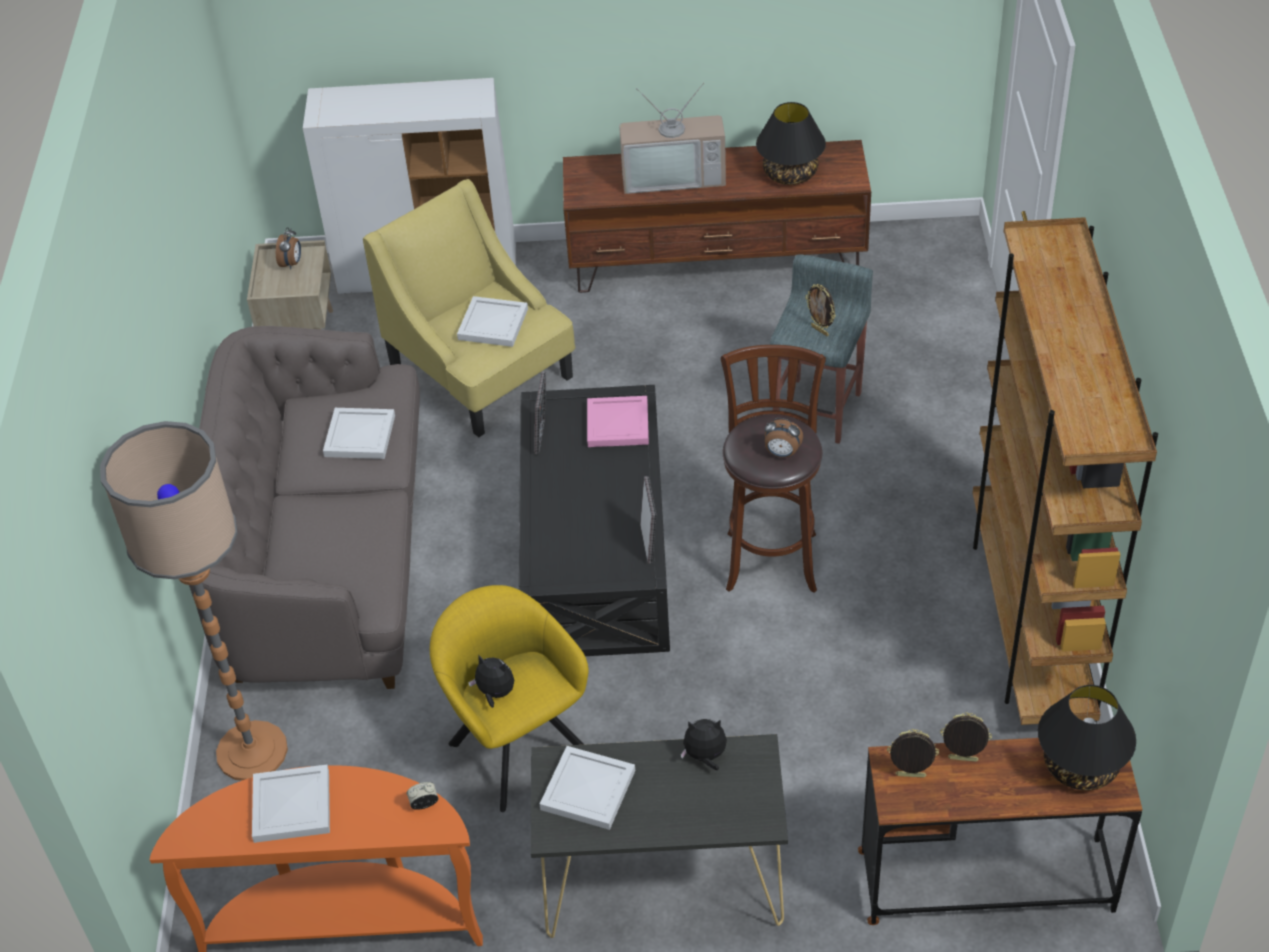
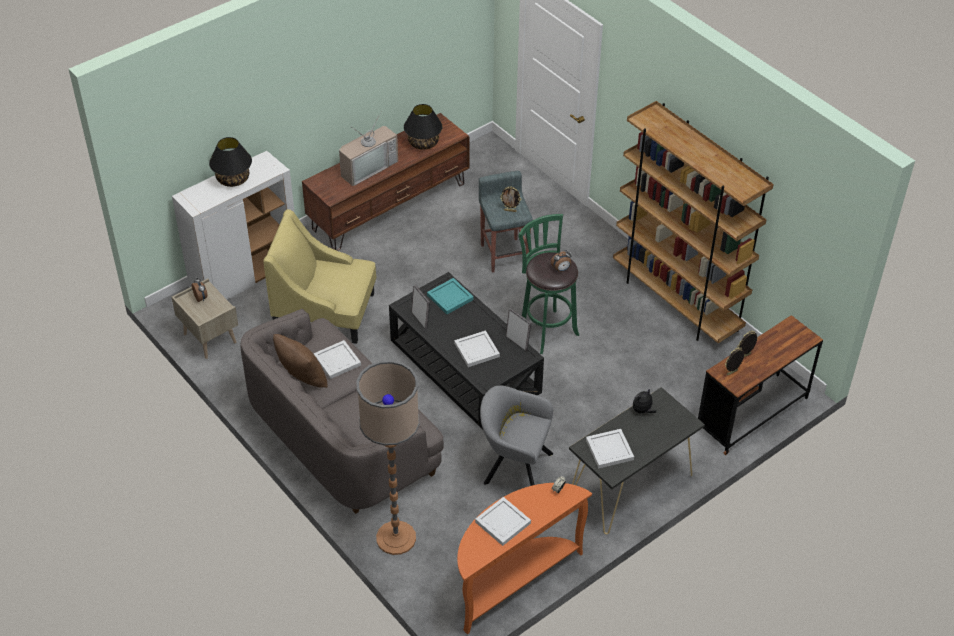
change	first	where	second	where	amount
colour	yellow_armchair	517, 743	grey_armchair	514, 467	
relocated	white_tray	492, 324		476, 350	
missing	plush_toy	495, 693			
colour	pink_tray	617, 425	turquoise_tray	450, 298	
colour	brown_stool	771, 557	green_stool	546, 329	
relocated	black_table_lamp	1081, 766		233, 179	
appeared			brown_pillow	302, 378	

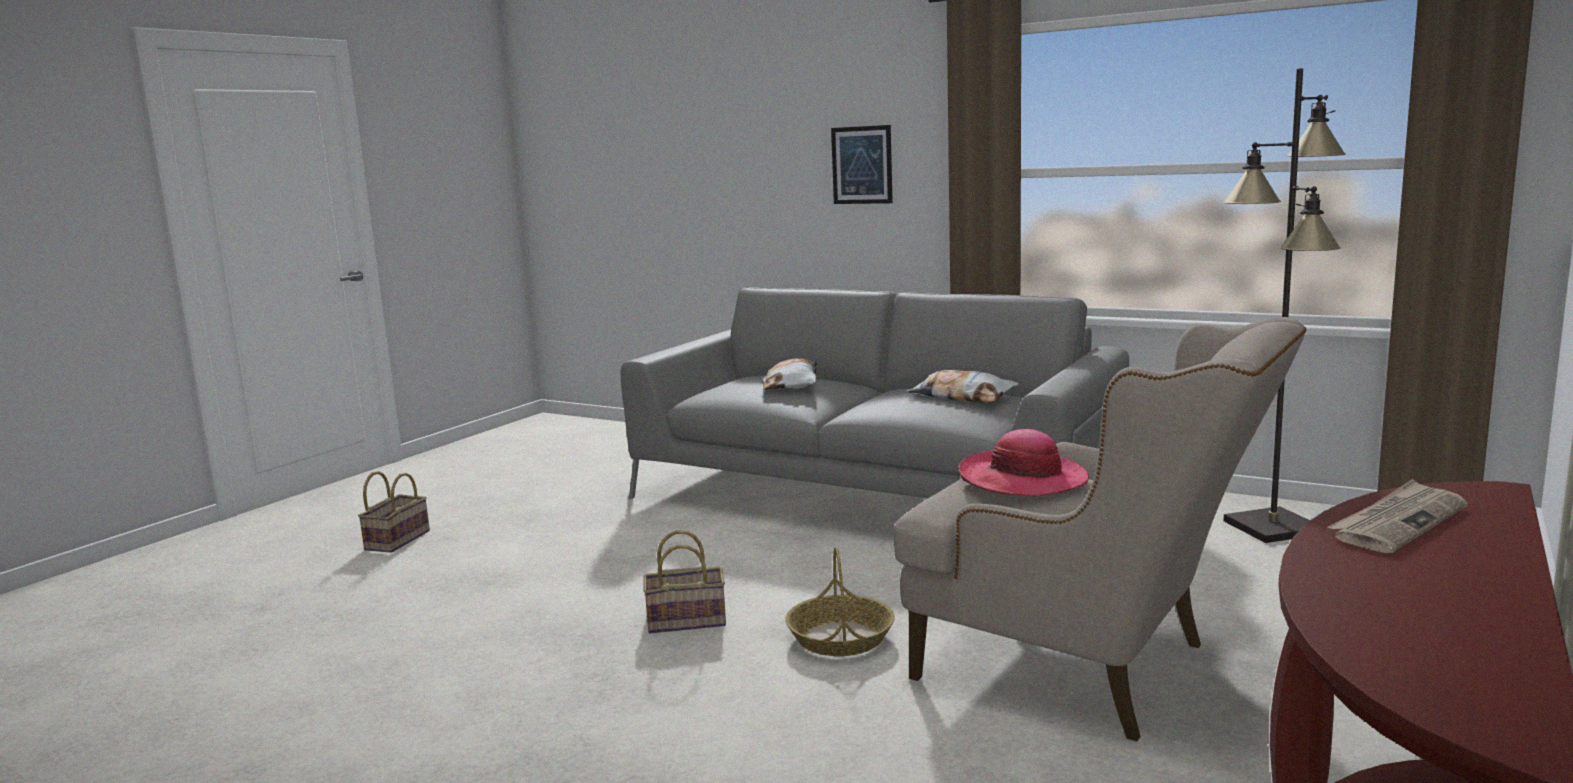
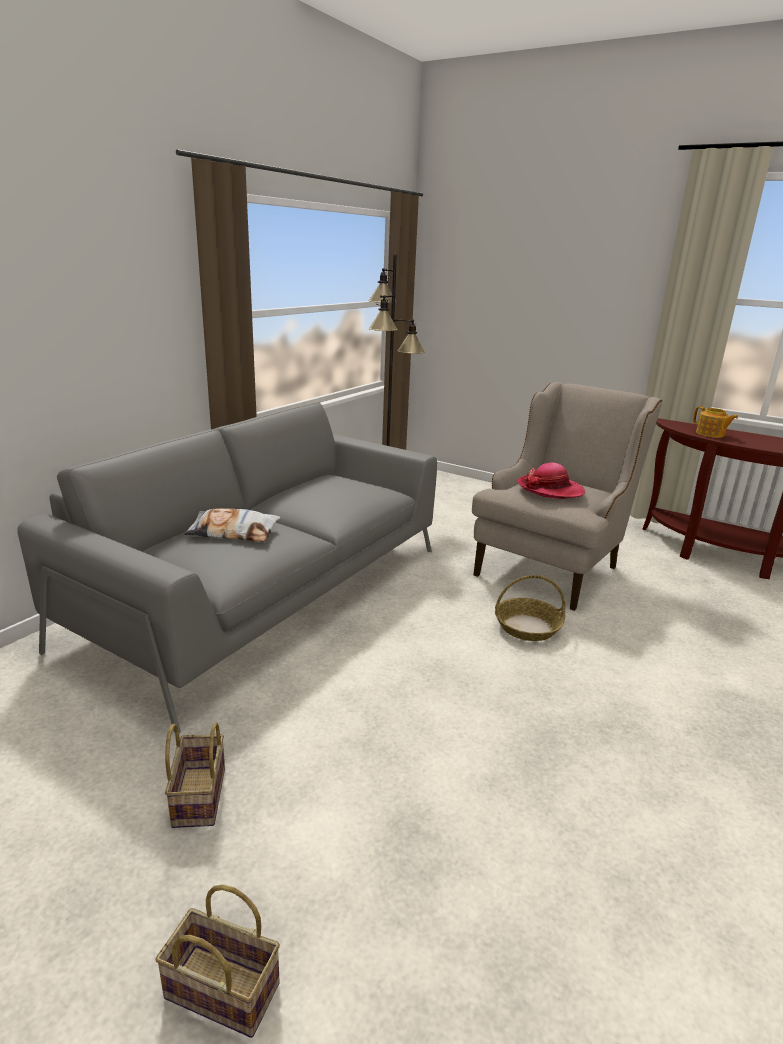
change	first	where	second	where	amount
relocated	basket	688, 620		198, 795	
missing	picture	862, 165			
missing	pillow	962, 396			
exchanged	newspaper	1398, 522	teapot	710, 434	

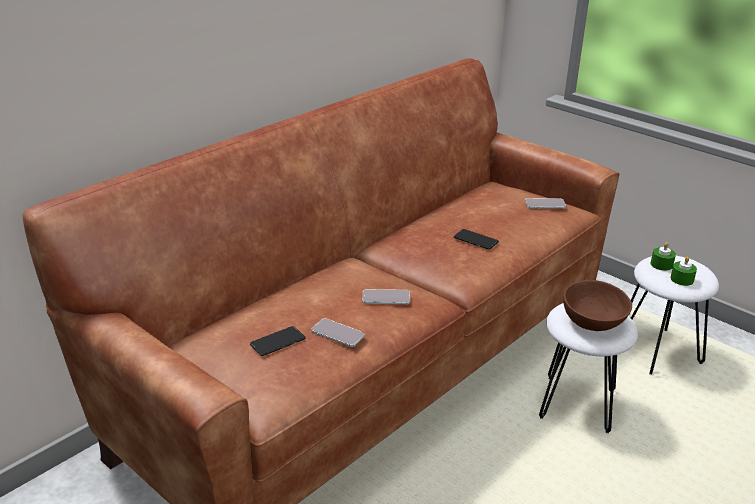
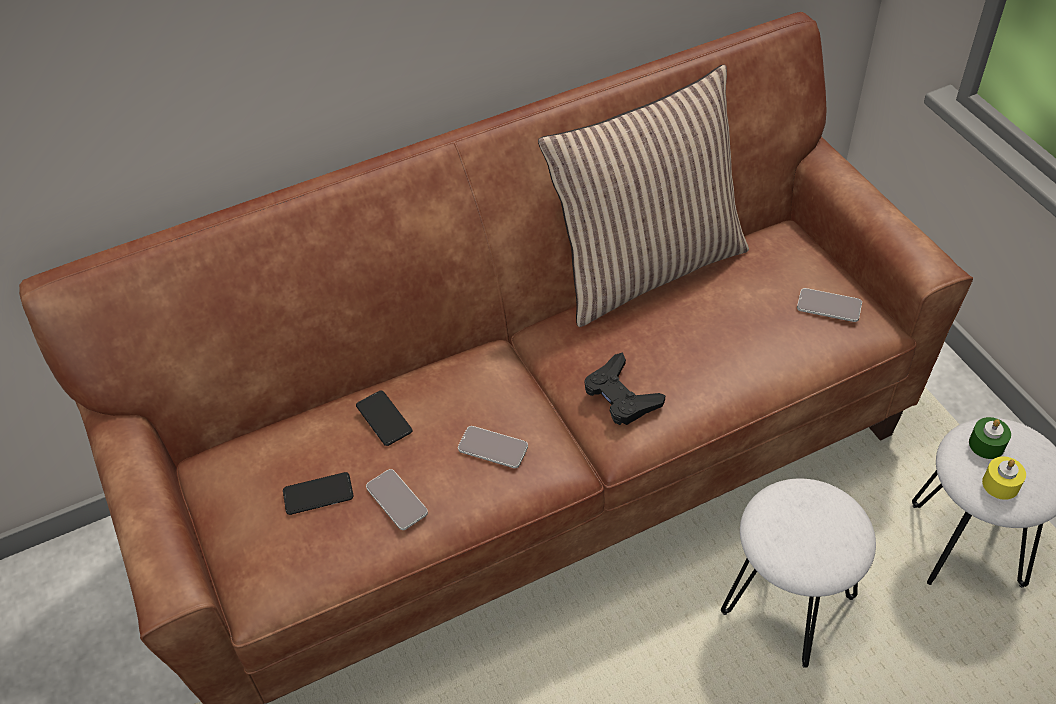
change	first	where	second	where	amount
relocated	phone	475, 240		384, 418	
missing	brown_bowl	592, 321			
colour	green_candle	682, 279	yellow_candle	1000, 484	
appeared			pillow	647, 266	
appeared			black_game_controller	621, 396	

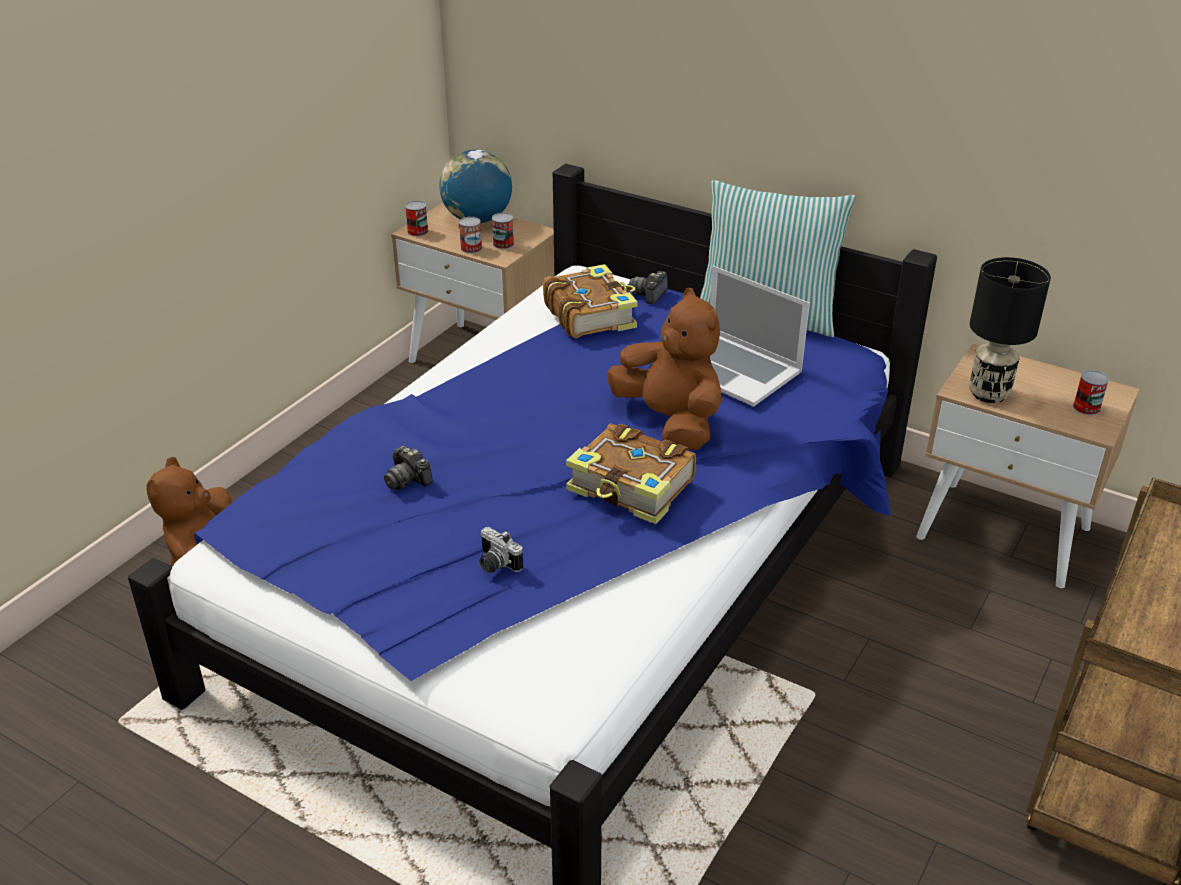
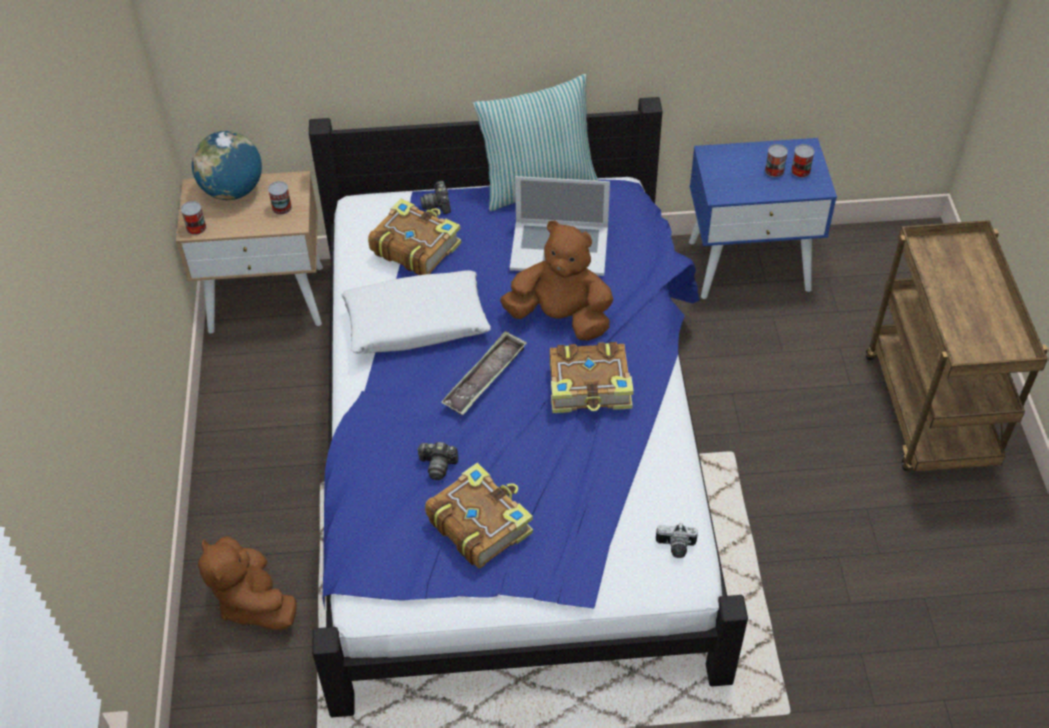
change	first	where	second	where	amount
relocated	can	471, 248		774, 170	
relocated	photo_camera	495, 564		675, 547	
colour	beige_nightstand	1004, 532	blue_nightstand	749, 265	
missing	black_table_lamp	989, 394			
appeared			white_pillow	416, 323	
appeared			book	479, 523	
appeared			tray	485, 377	

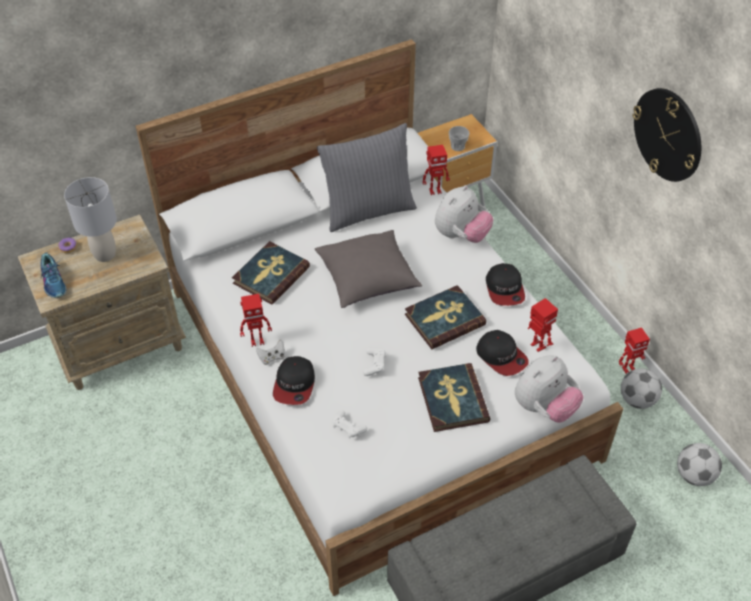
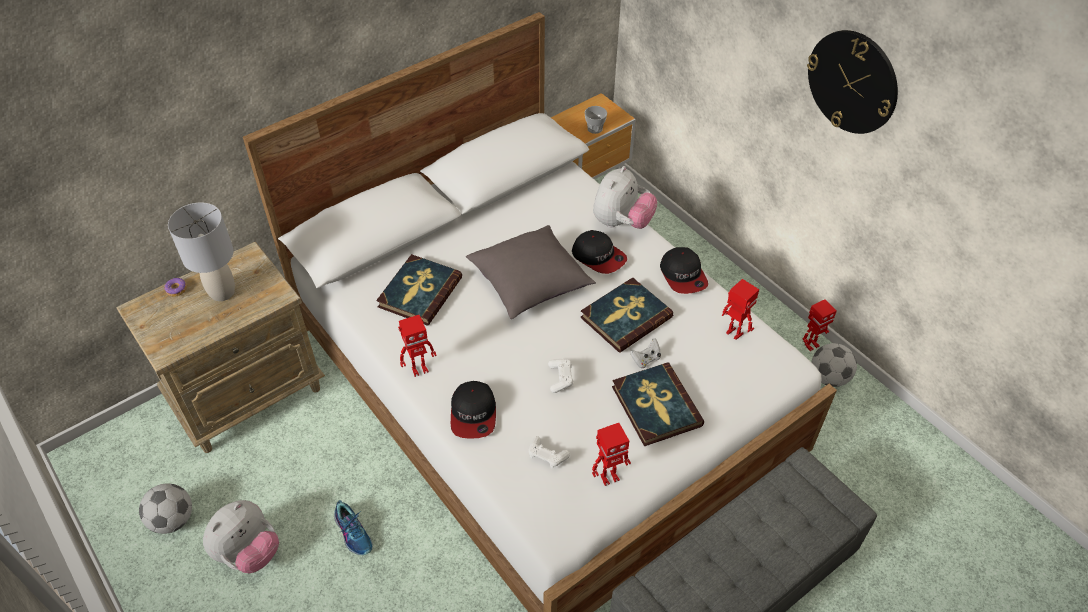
change	first	where	second	where	amount
relocated	shoe	54, 281		354, 532	
relocated	white_game_controller	272, 357		646, 359	
missing	grey_pillow	368, 210			
relocated	toy_robot	435, 191		609, 477	
relocated	cap	501, 356		599, 256	
relocated	plush_toy	544, 407		248, 552	
relocated	football	694, 475		172, 520	

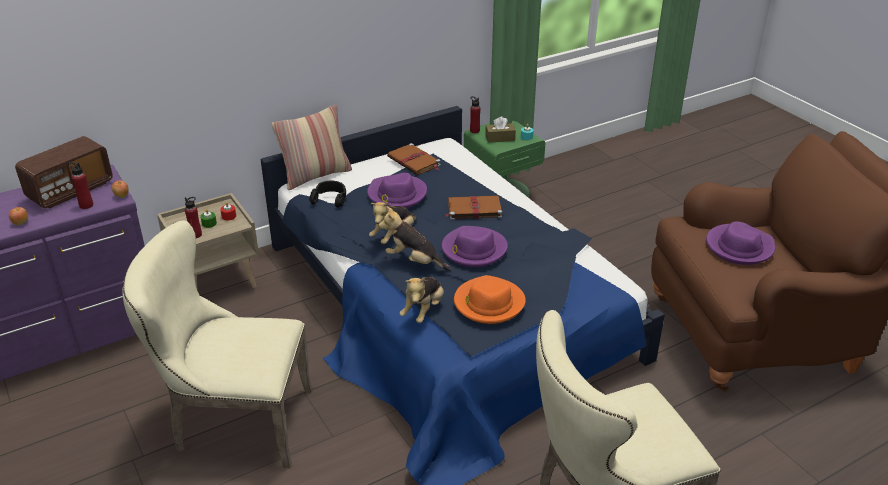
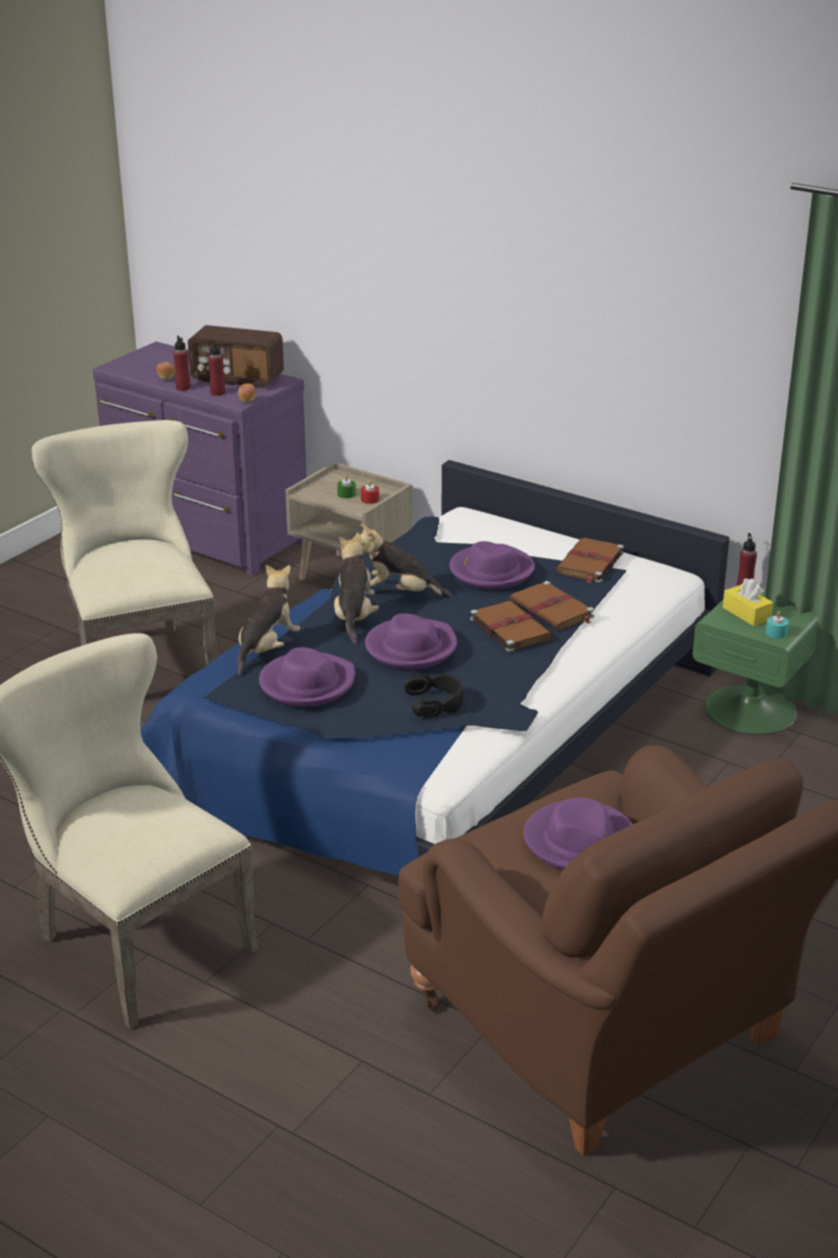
change	first	where	second	where	amount
relocated	red_bottle	196, 235		183, 388	
missing	pillow	315, 175			
relocated	black_headphones	330, 199		435, 702	
spun	plush_toy	423, 310		267, 649	120 degrees clockwise
colour	orange_hat	488, 303	purple_hat	307, 683	
colour	brown_tissue_box	500, 138	yellow_tissue_box	746, 613	
appeared			brown_book	552, 610	

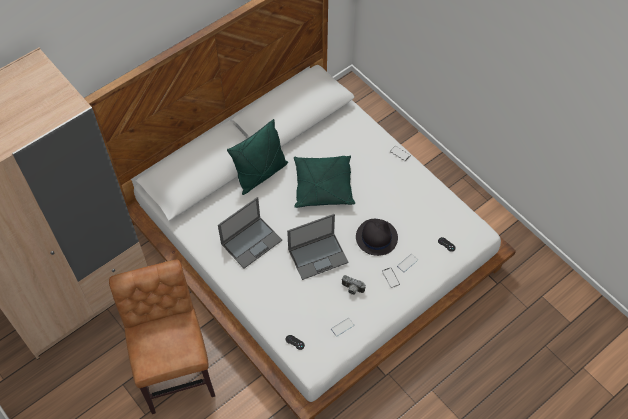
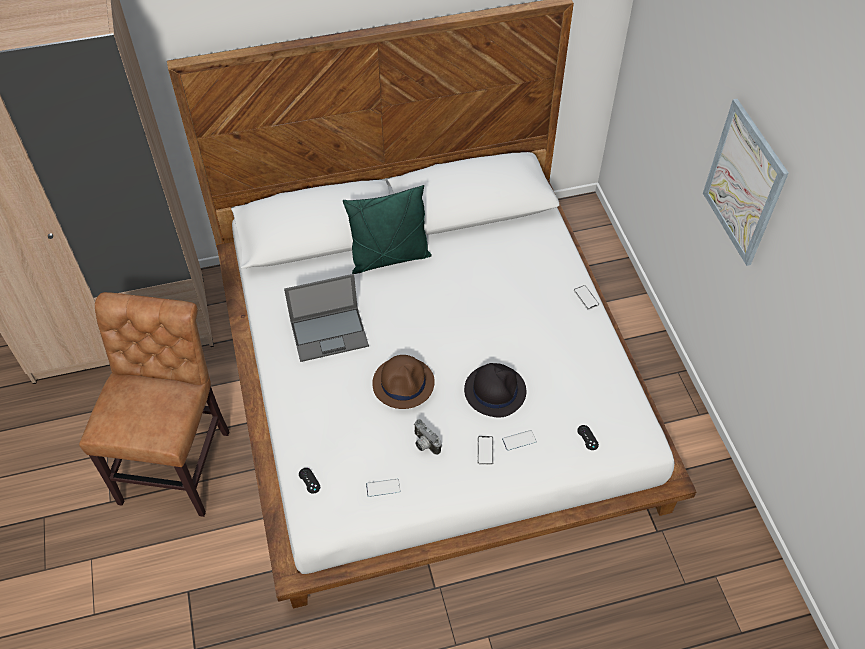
change	first	where	second	where	amount
exchanged	laptop	318, 255	brown_hat	404, 383	
missing	green_pillow	323, 187			
appeared			picture	744, 183	

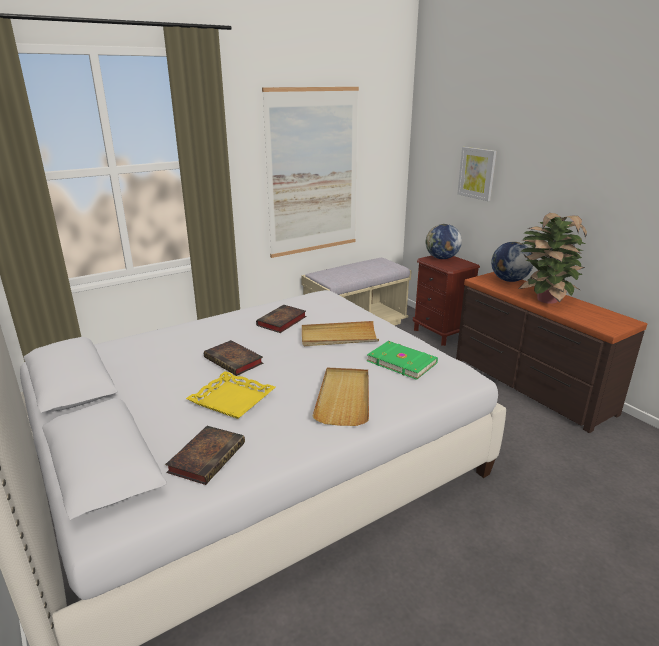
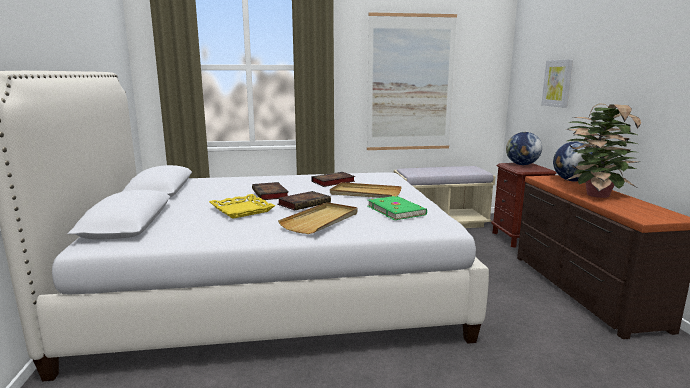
change	first	where	second	where	amount
relocated	book	207, 456		304, 203	

